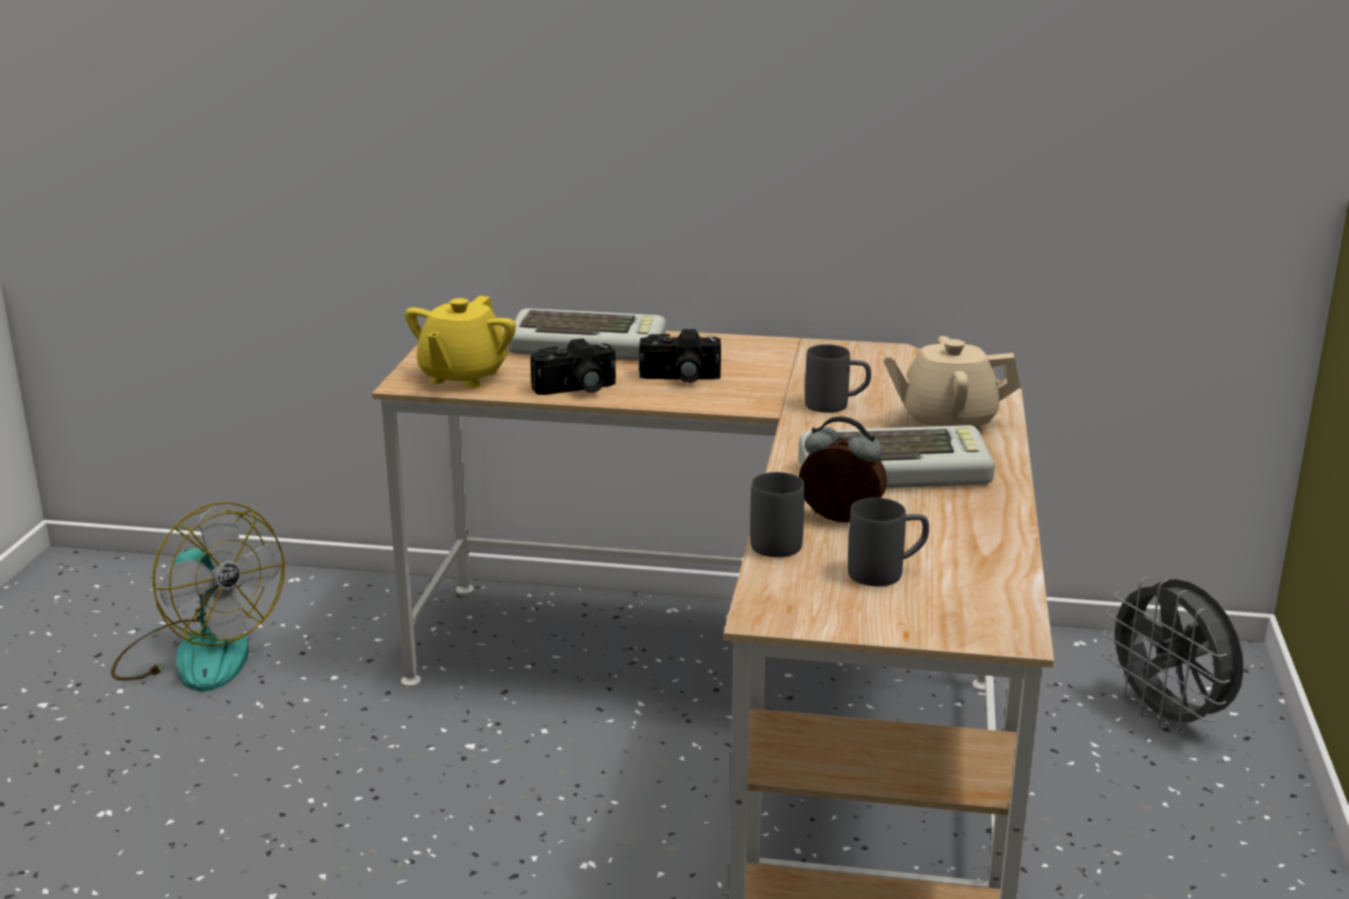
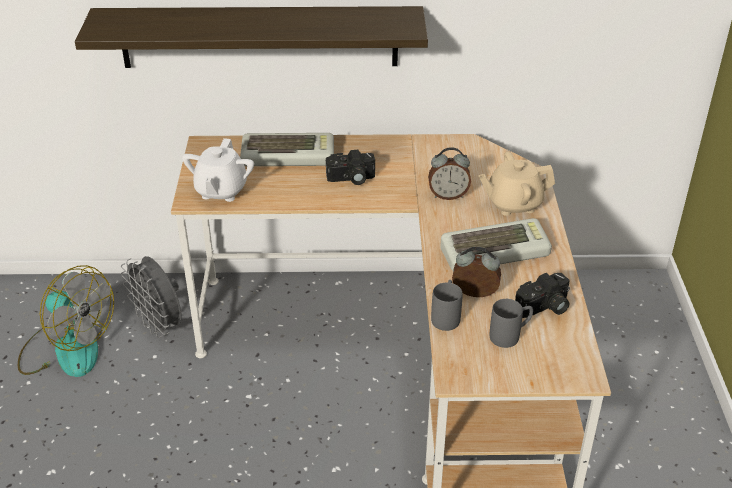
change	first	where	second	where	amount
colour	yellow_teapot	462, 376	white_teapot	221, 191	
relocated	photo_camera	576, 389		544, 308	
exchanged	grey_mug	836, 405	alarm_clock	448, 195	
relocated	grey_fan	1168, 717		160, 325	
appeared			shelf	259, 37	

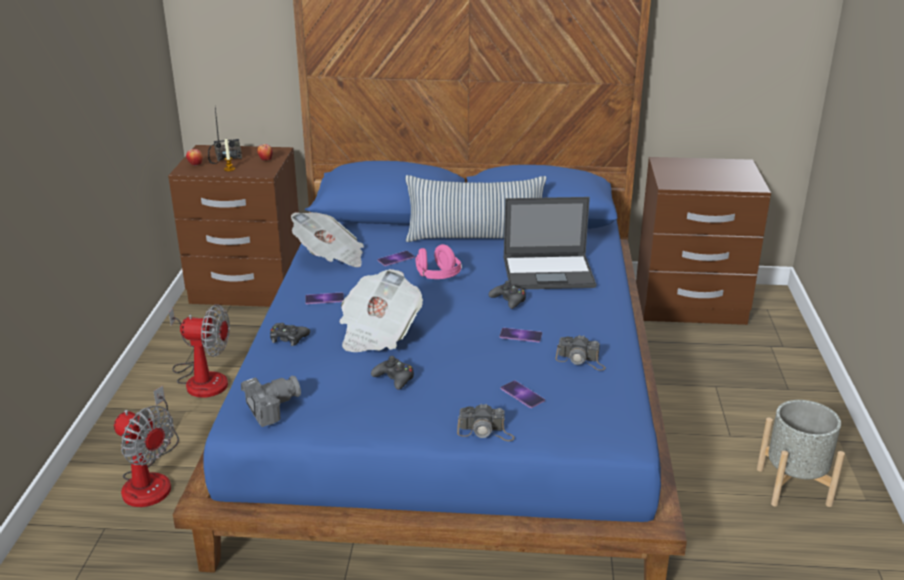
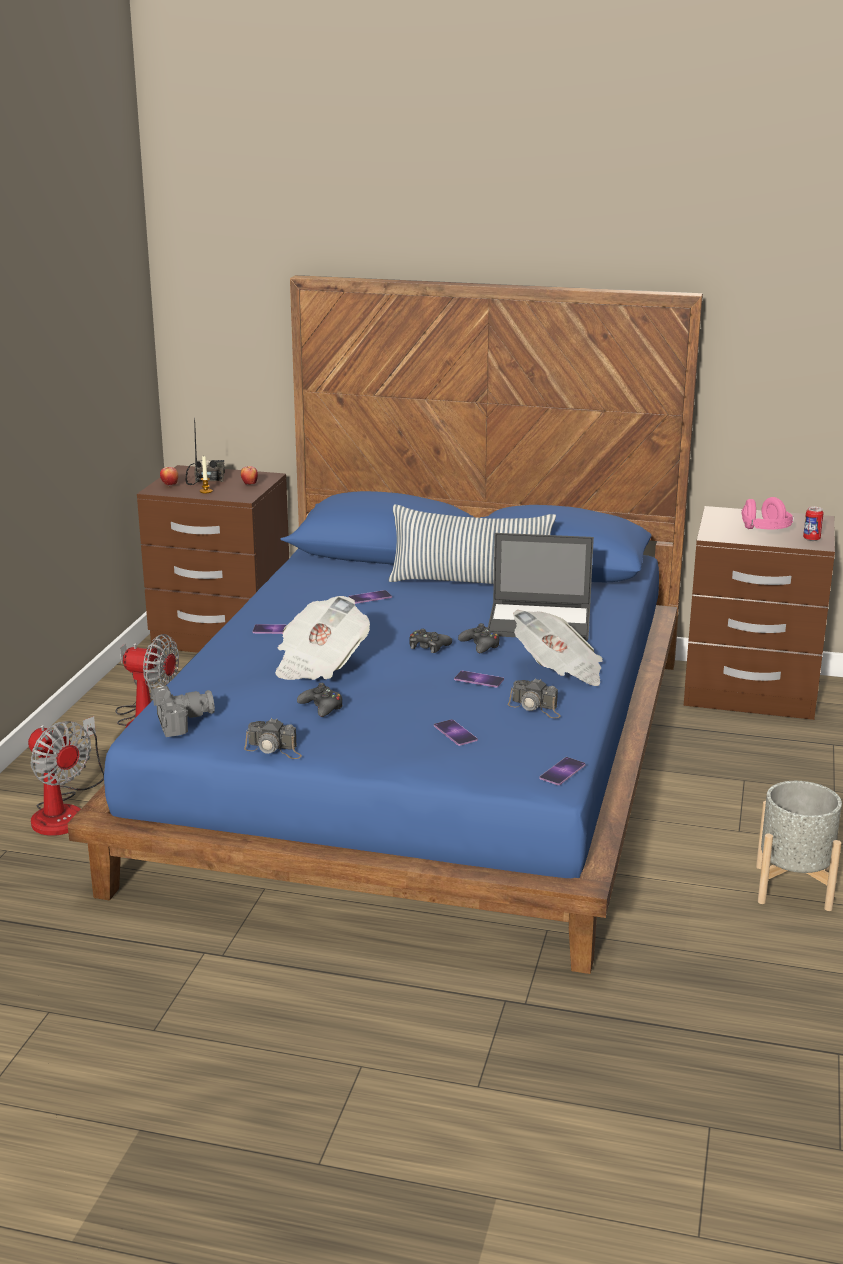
change	first	where	second	where	amount
relocated	black_game_controller	288, 338		428, 646	
relocated	newspaper	330, 257		559, 671	
relocated	pink_headphones	438, 277		765, 531	
relocated	photo_camera	485, 432		274, 749	
appeared			phone	562, 771	
appeared			can	811, 539	

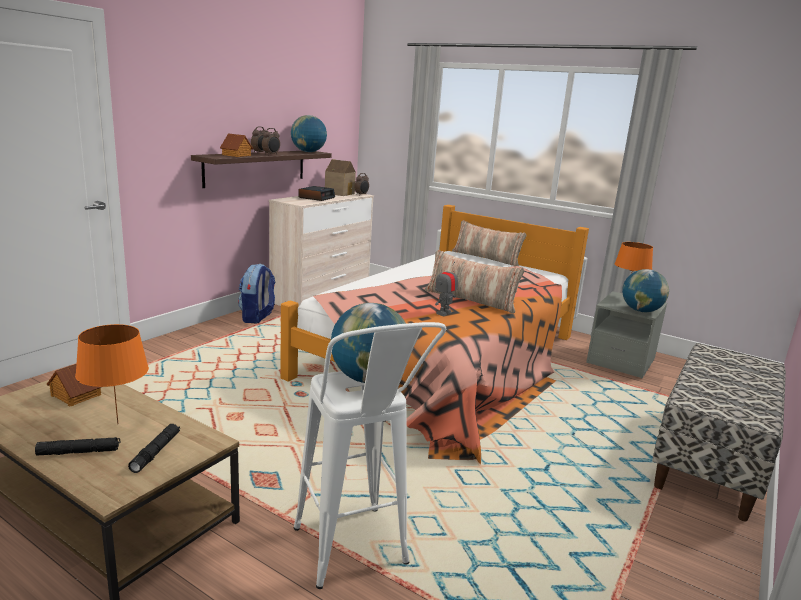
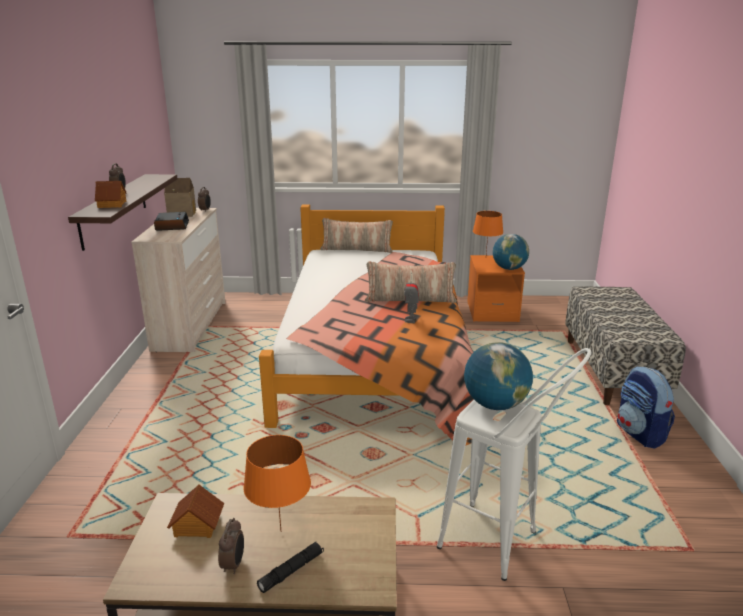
change	first	where	second	where	amount
missing	black_flashlight	156, 452			
relocated	backpack	257, 317		640, 434	
relocated	alarm_clock	271, 154		234, 564	
missing	globe	308, 152			
colour	grey_nightstand	620, 361	orange_nightstand	492, 312	

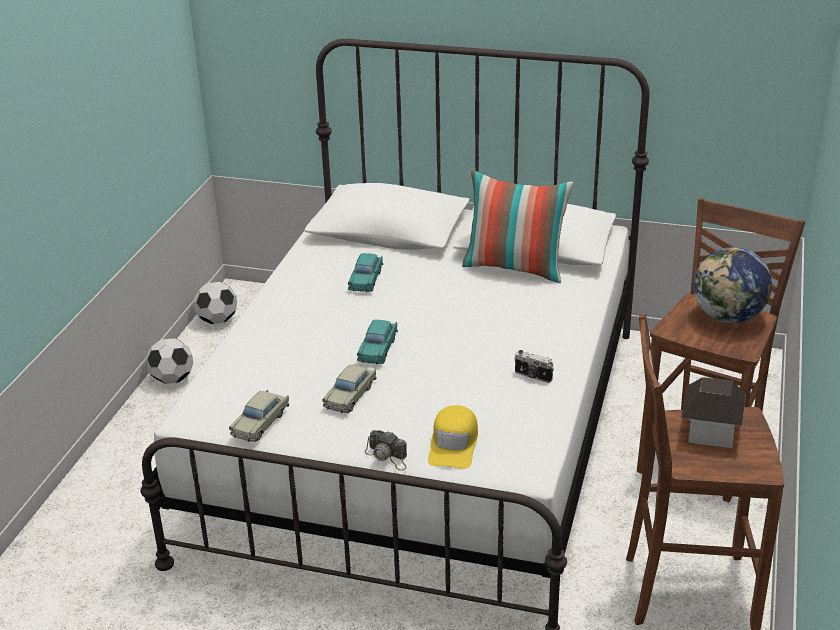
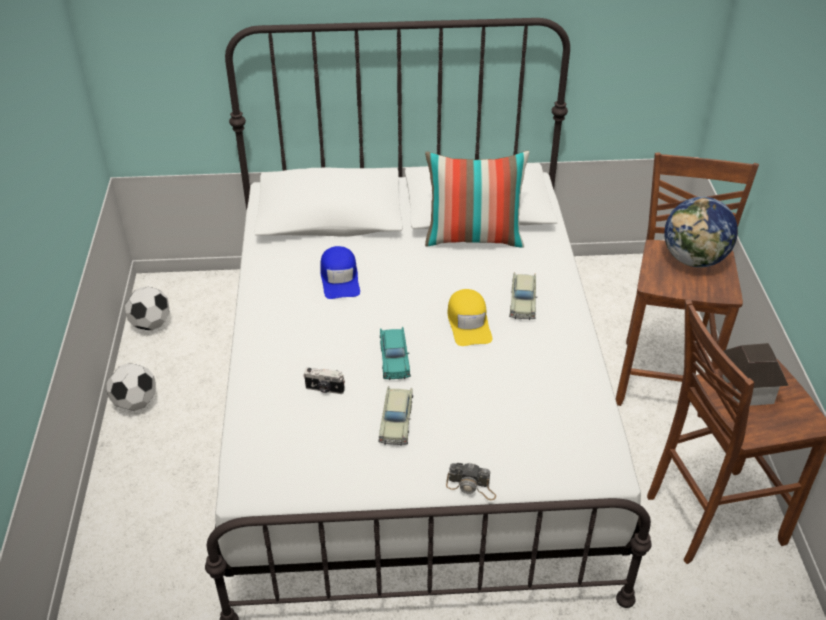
change	first	where	second	where	amount
relocated	beige_toy_car	261, 423		523, 301	
exchanged	turquoise_toy_car	366, 279	blue_cap	340, 278	
relocated	yellow_cap	454, 444		469, 323	
relocated	photo_camera	533, 376		324, 389	

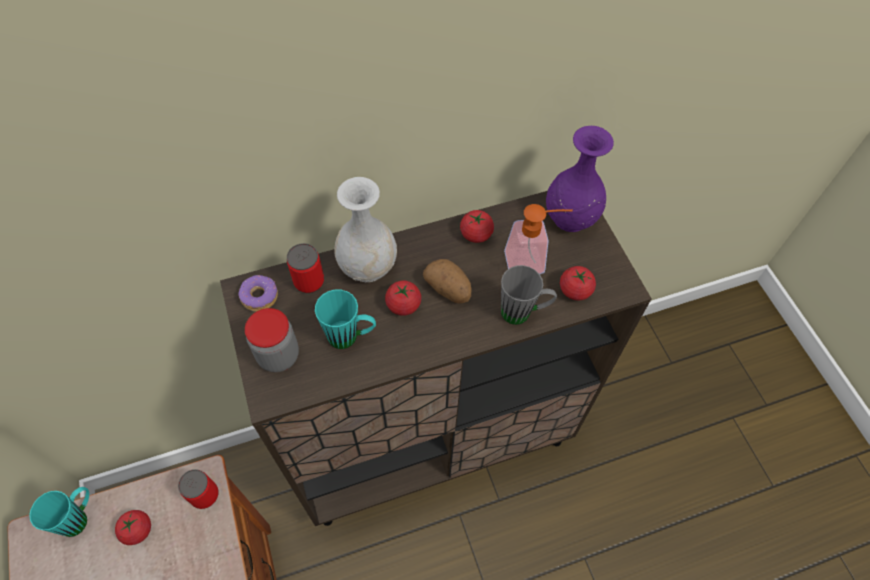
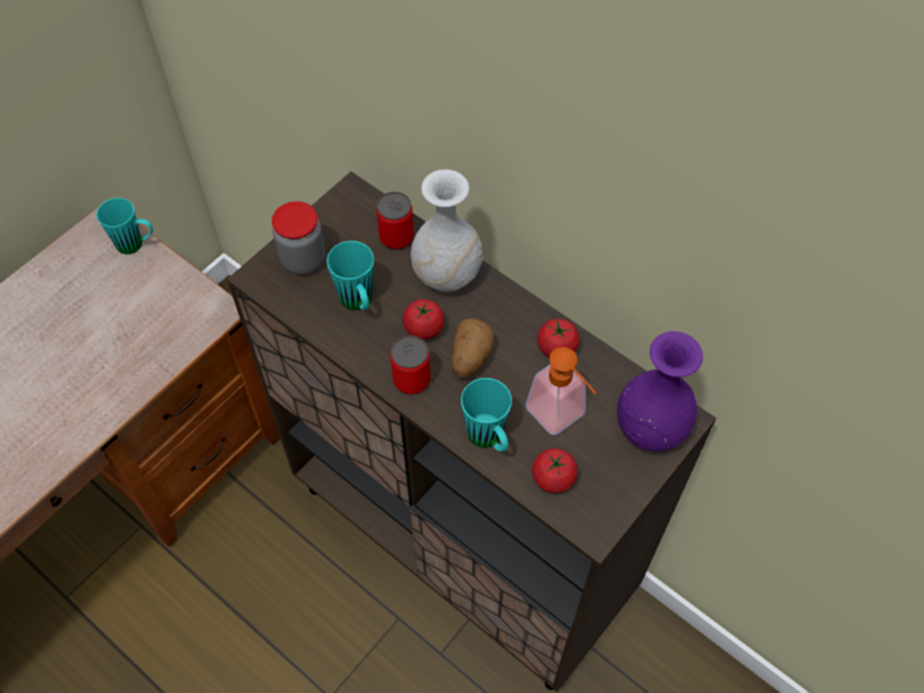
change	first	where	second	where	amount
missing	tomato	138, 530			
relocated	can	204, 495		411, 379	
missing	donut	259, 296			
colour	grey_mug	523, 313	turquoise_mug	489, 440	

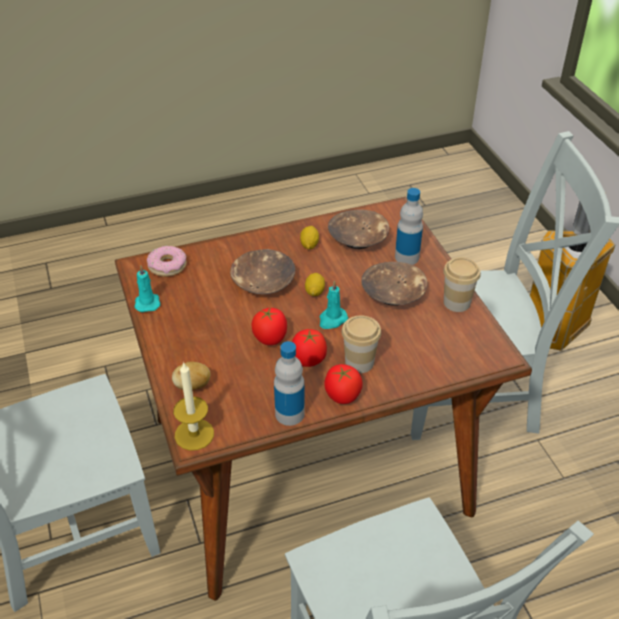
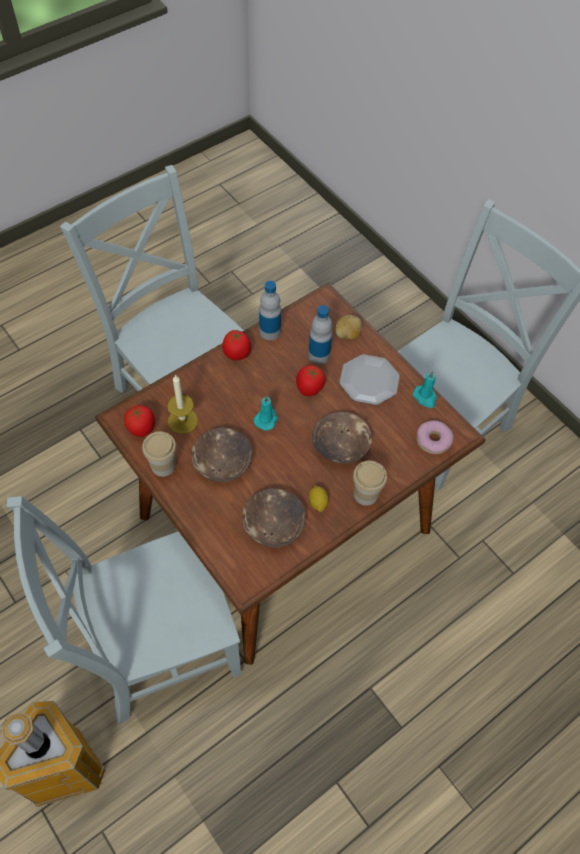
change	first	where	second	where	amount
relocated	candle	194, 434		182, 421	
relocated	tomato	308, 360		141, 428	
missing	lemon	314, 291			
relocated	cup	359, 362		365, 494	
relocated	bottle	407, 257		319, 355	
appeared			plate	369, 380	

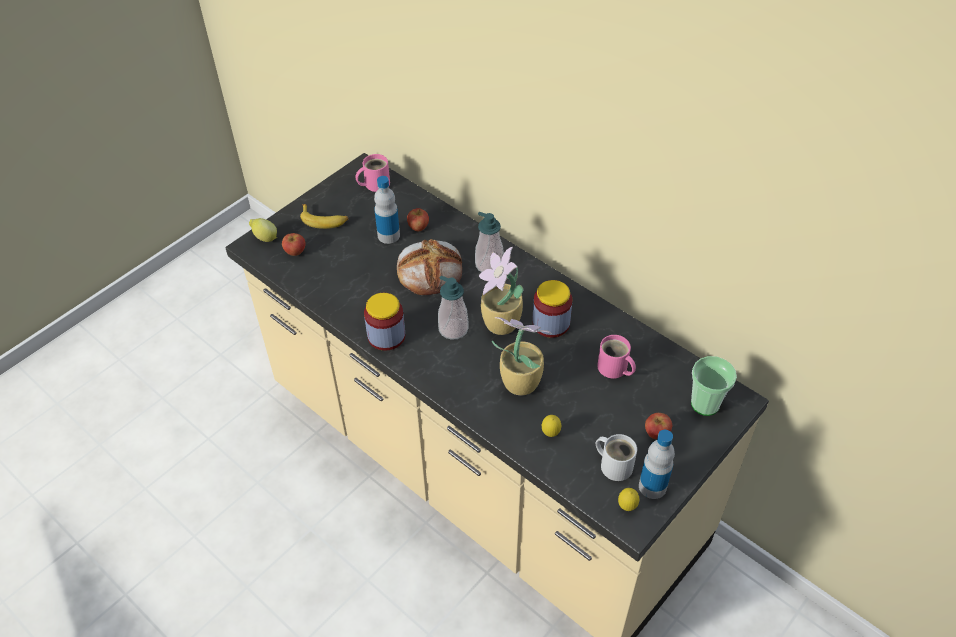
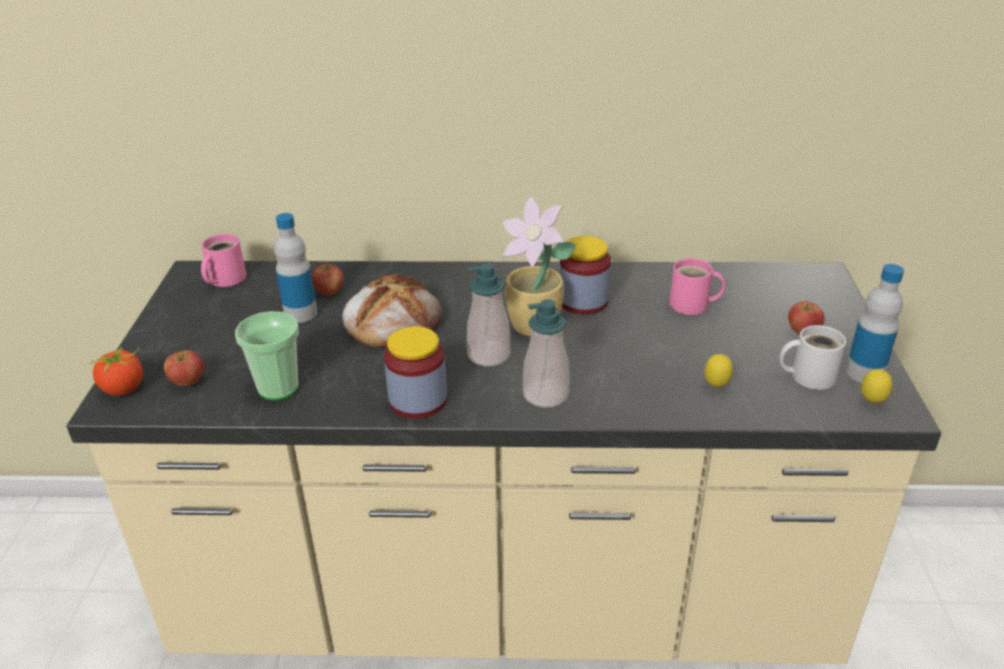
change	first	where	second	where	amount
exchanged	lemon	265, 238	tomato	124, 388	
missing	banana	324, 220			
relocated	soap_dispenser	489, 265		545, 395	
missing	potted_plant	519, 381			
relocated	cup	705, 404		278, 388	

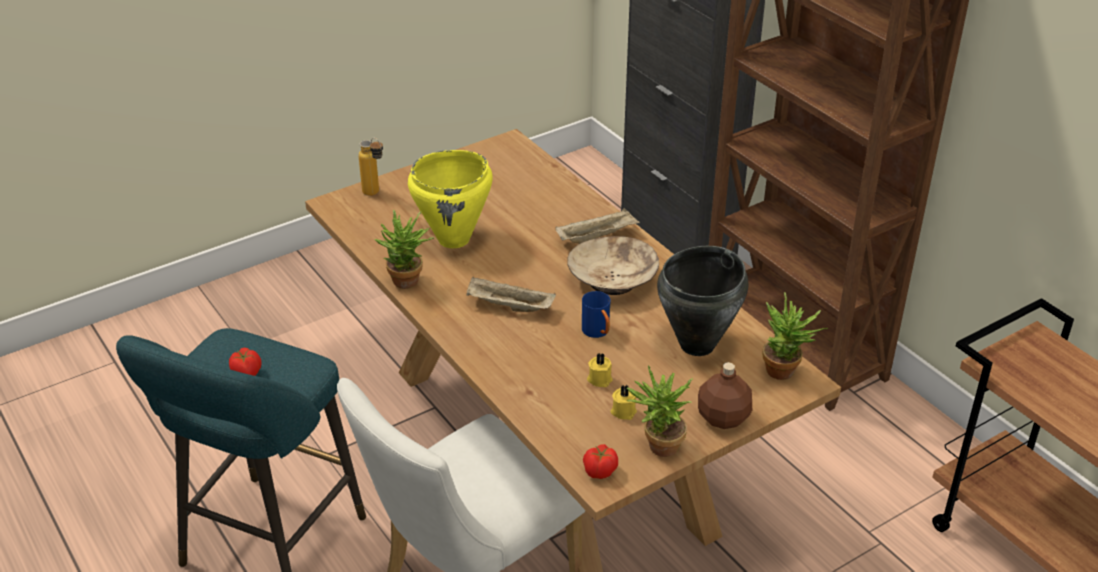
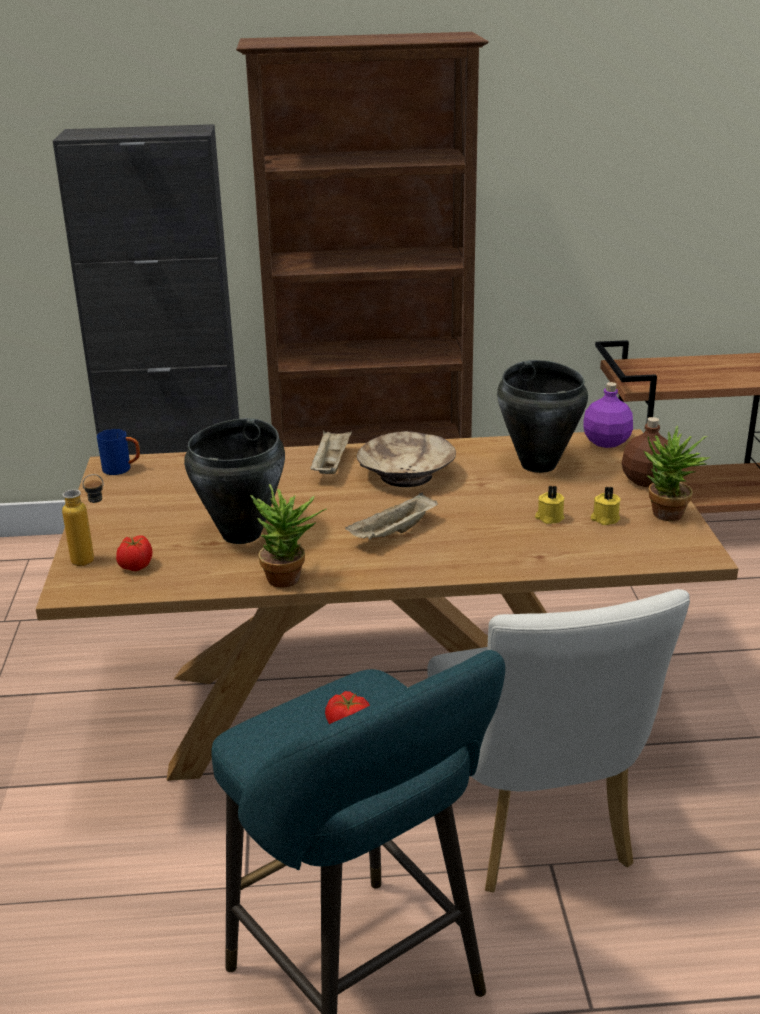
change	first	where	second	where	amount
colour	yellow_cooking_pot	454, 239	black_cooking_pot	242, 534	
relocated	blue_mug	598, 333		122, 469	
relocated	tomato	599, 471		135, 566	
exchanged	potted_plant	786, 372	purple_bottle	607, 442	

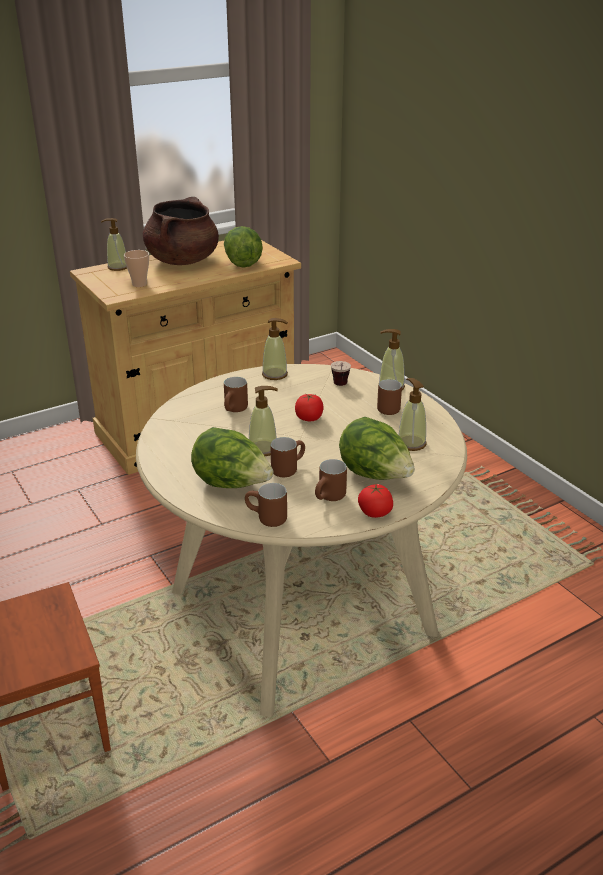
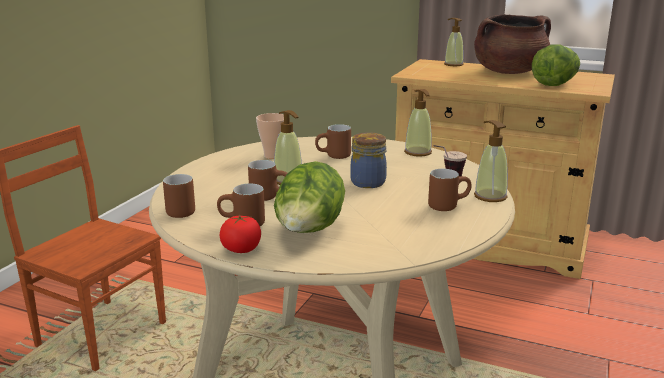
change	first	where	second	where	amount
relocated	cup	139, 284		273, 156	
missing	lettuce	232, 484			
exchanged	tomato	309, 418	jar	367, 182	
missing	soap_dispenser	411, 443			

